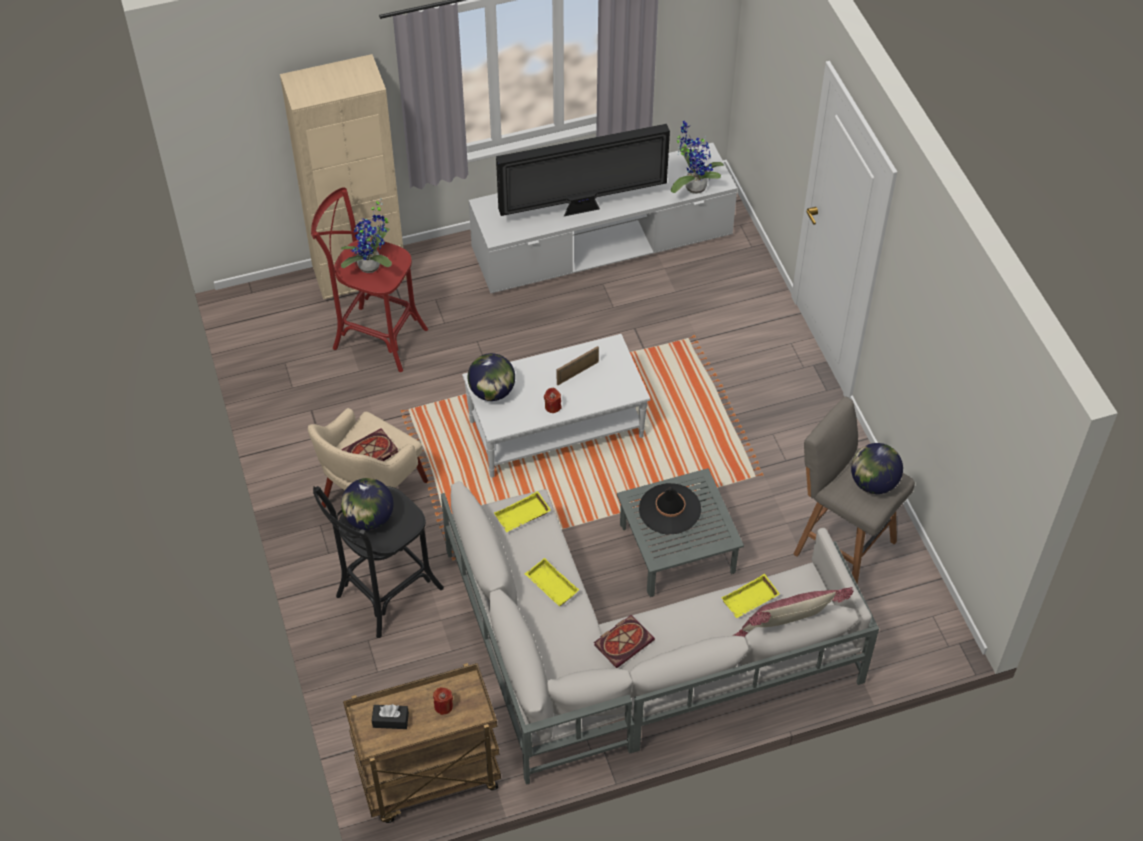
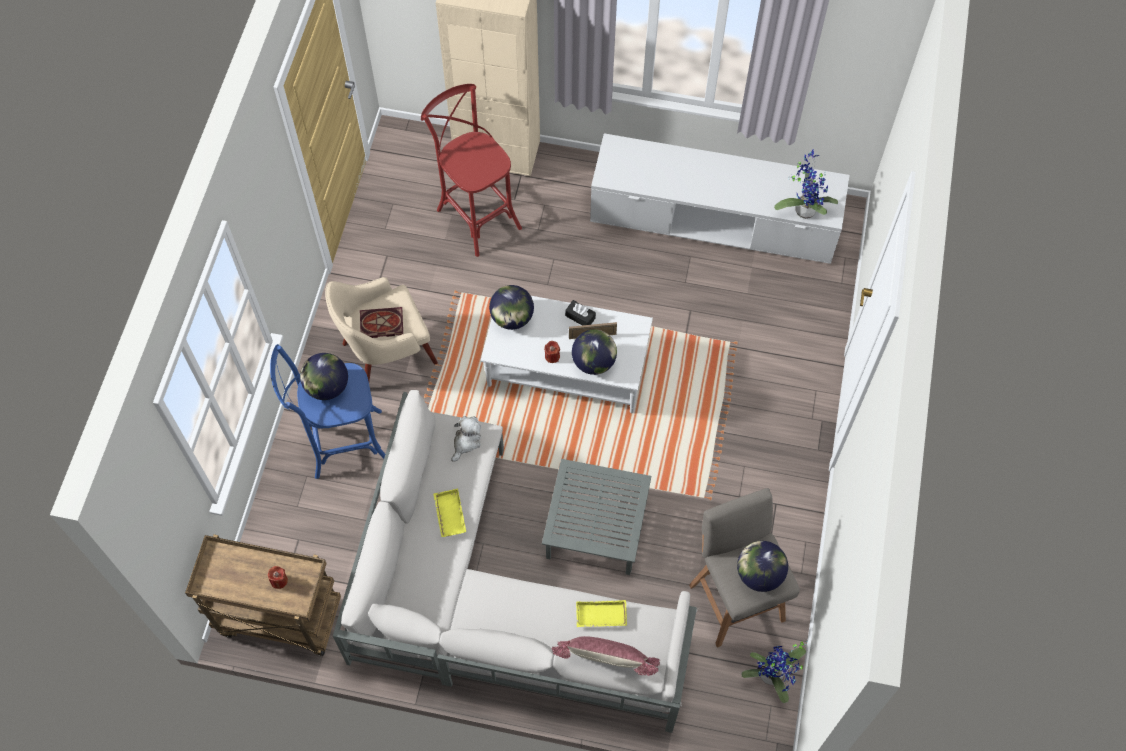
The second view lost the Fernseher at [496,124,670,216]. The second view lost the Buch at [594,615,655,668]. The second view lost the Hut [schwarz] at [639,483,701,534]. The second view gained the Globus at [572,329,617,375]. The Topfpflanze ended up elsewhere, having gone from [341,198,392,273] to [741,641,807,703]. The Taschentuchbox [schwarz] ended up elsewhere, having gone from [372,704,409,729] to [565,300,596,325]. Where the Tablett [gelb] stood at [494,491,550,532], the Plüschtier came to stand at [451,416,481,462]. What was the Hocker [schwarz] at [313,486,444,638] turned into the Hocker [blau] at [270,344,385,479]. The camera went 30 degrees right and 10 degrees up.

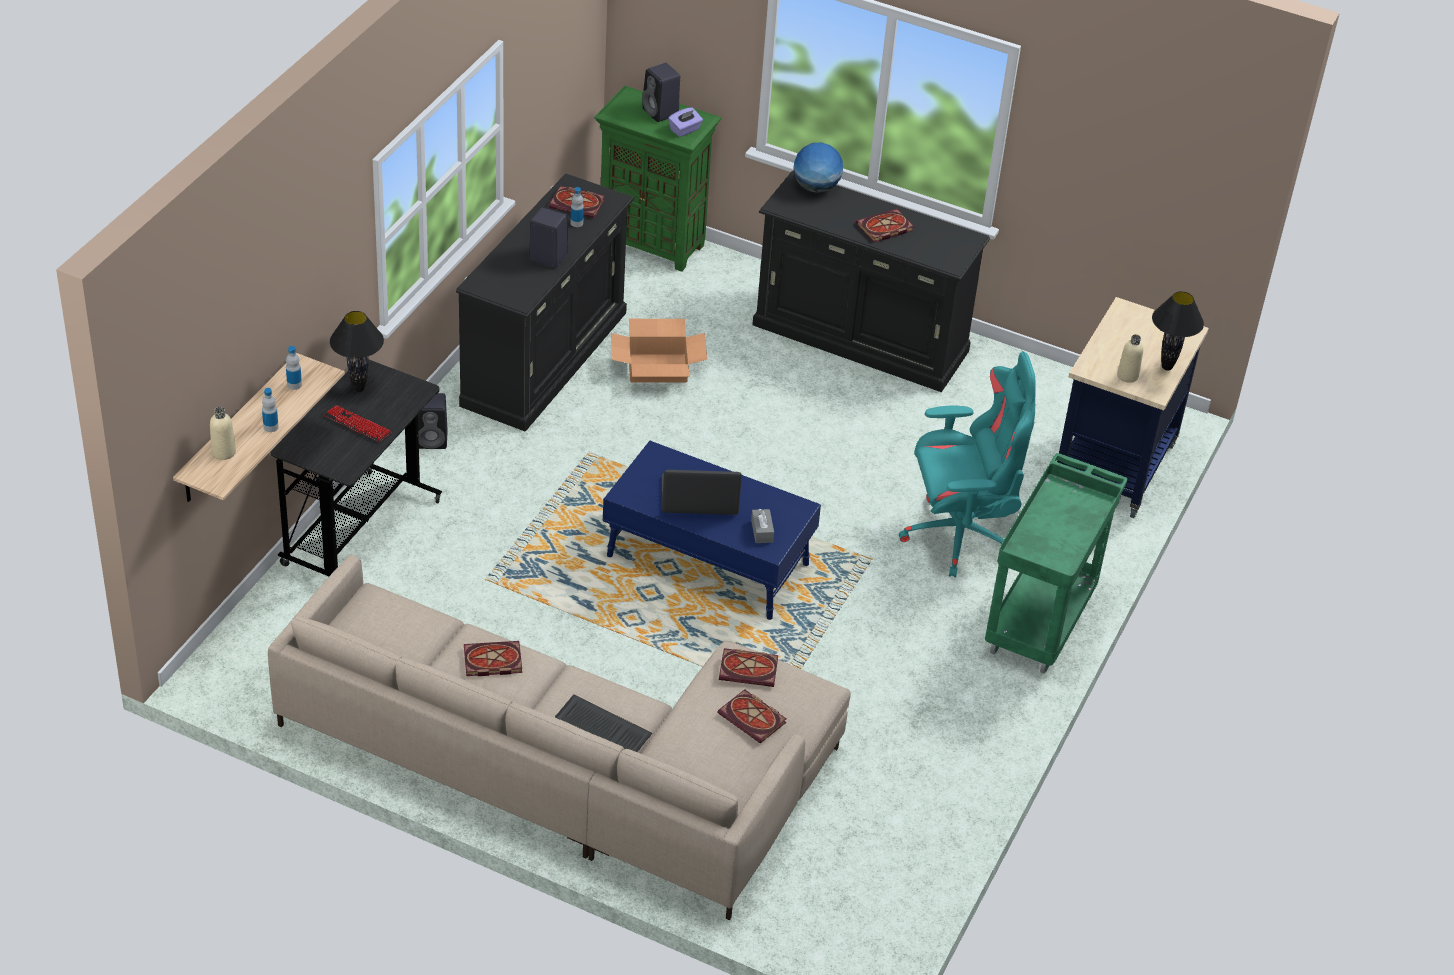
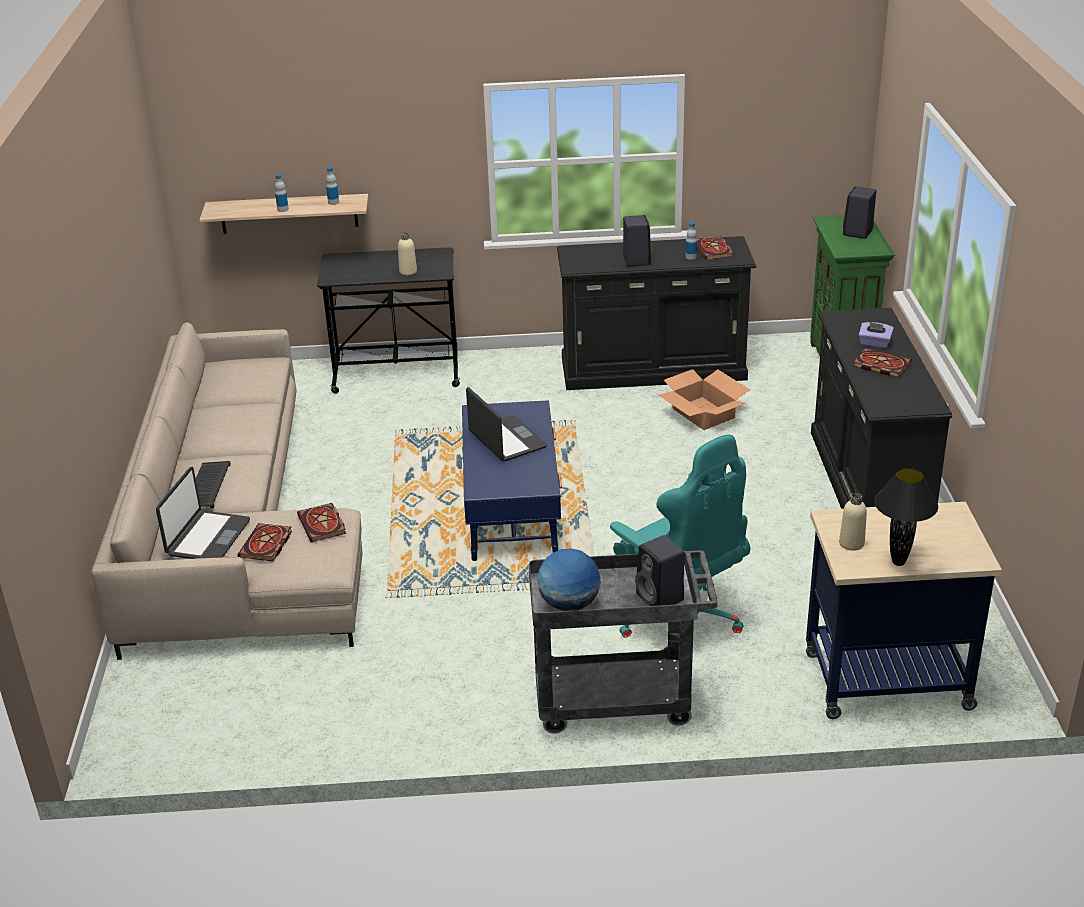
The second view lost the Tastatur at [324,405,392,442]. The second view lost the Tischlampe [schwarz] at [330,311,384,392]. The second view lost the Buch at [464,641,522,676]. The second view lost the Taschentuchbox [grau] at [751,509,774,543]. The second view gained the Laptop at [156,467,250,559]. The Flasche [beige] ended up elsewhere, having gone from [210,407,236,460] to [398,232,417,275]. The Lautsprecher [schwarz] ended up elsewhere, having gone from [418,393,448,449] to [635,535,684,606]. The Taschentuchbox [lila] ended up elsewhere, having gone from [668,107,703,137] to [859,322,894,348]. The Globus ended up elsewhere, having gone from [793,142,843,193] to [537,549,601,611]. What was the Rollwagen [grün] at [985,453,1127,674] turned into the Rollwagen [grau] at [529,550,717,734]. The camera went 65 degrees right and 10 degrees down.

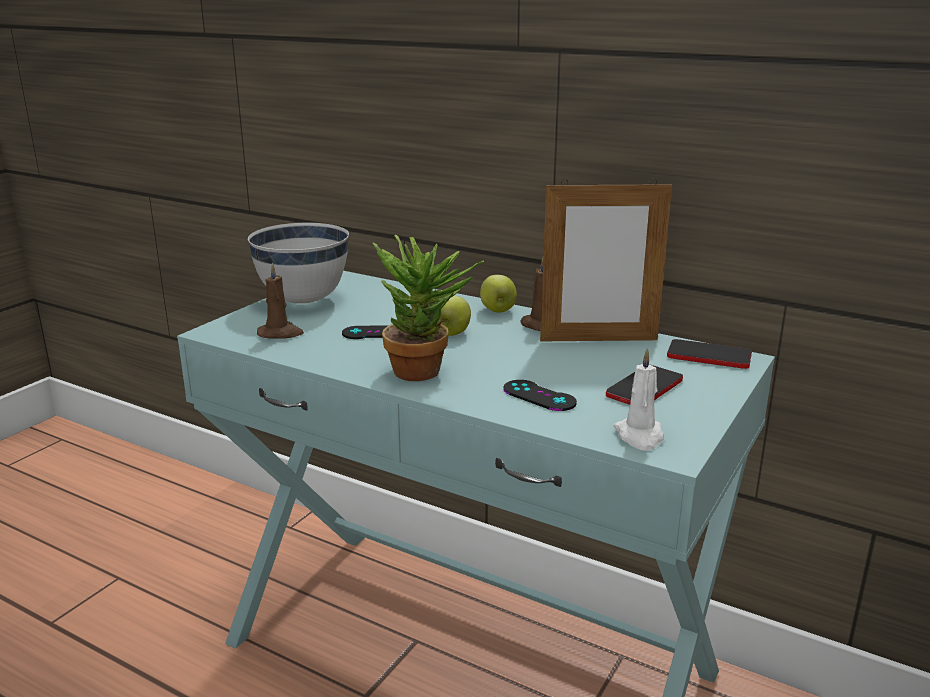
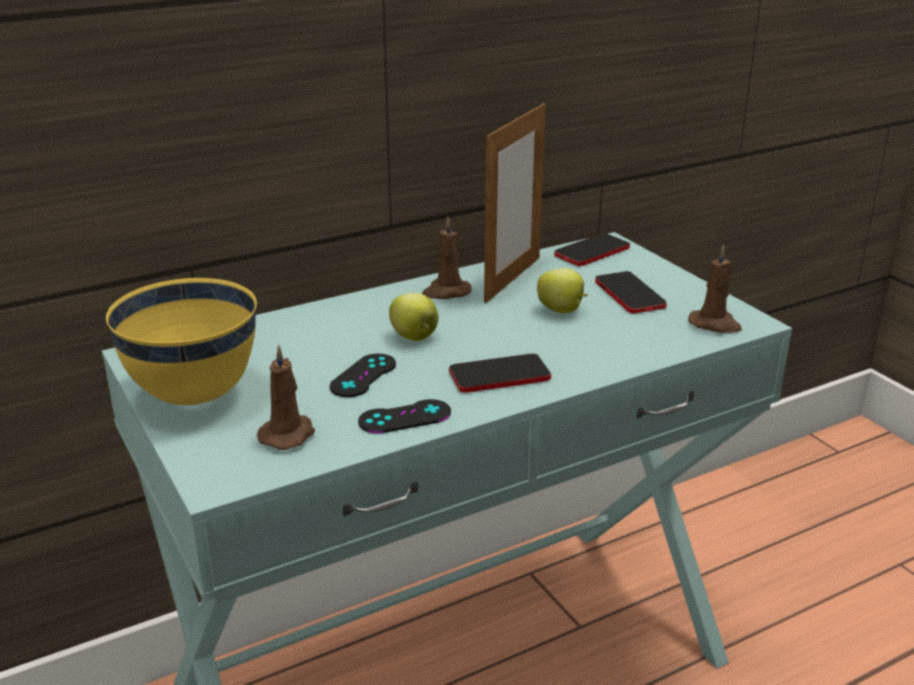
The Apfel ended up elsewhere, having gone from [480,275,517,313] to [537,268,588,313]. The Gamepad [schwarz] ended up elsewhere, having gone from [503,380,577,411] to [358,399,451,434]. Where the Topfpflanze stood at [372,235,484,381], the Handy came to stand at [449,354,551,393]. What was the Schüssel [weiß] at [248,223,349,304] turned into the Schüssel [gelb] at [106,278,257,405]. What was the Kerze [weiß] at [614,348,664,451] turned into the Kerze [braun] at [688,245,742,333]. The camera went 60 degrees left and 5 degrees up.

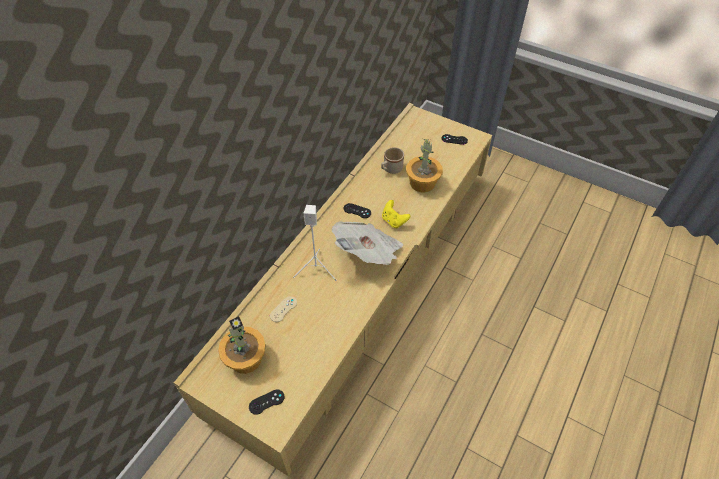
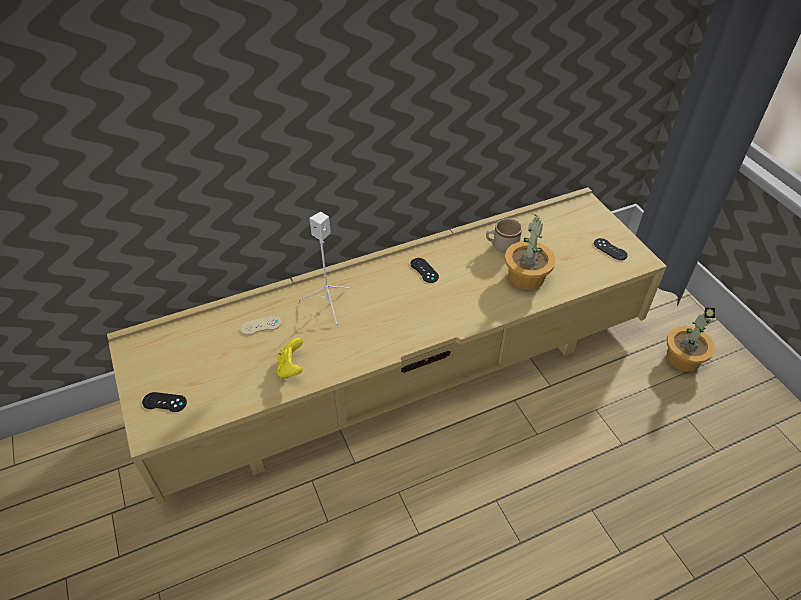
The second view lost the Zeitung at [331,222,403,265]. The Topfpflanze ended up elsewhere, having gone from [218,316,266,374] to [667,307,715,372]. The Gamepad [gelb] ended up elsewhere, having gone from [382,200,410,228] to [277,338,303,379]. The camera went 35 degrees right and 5 degrees down.

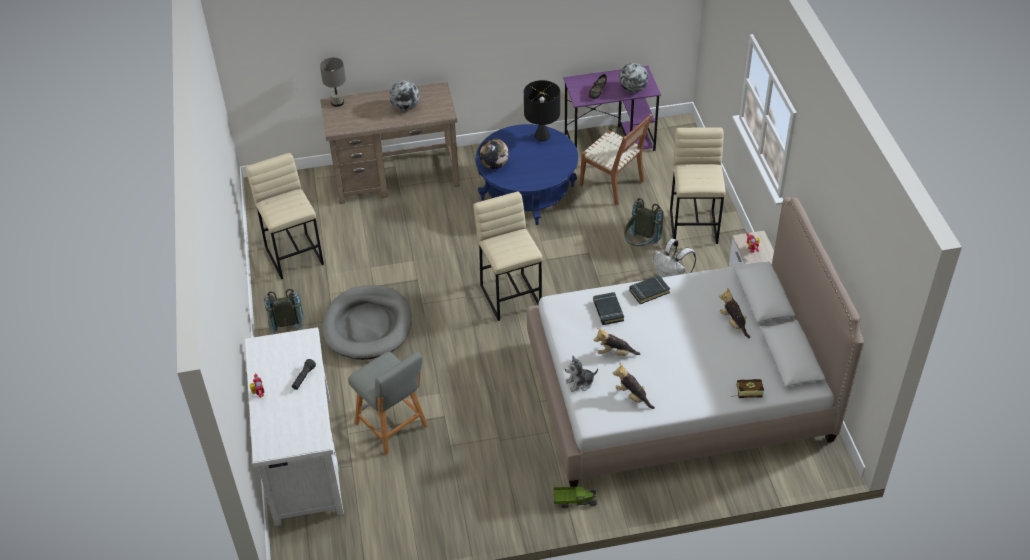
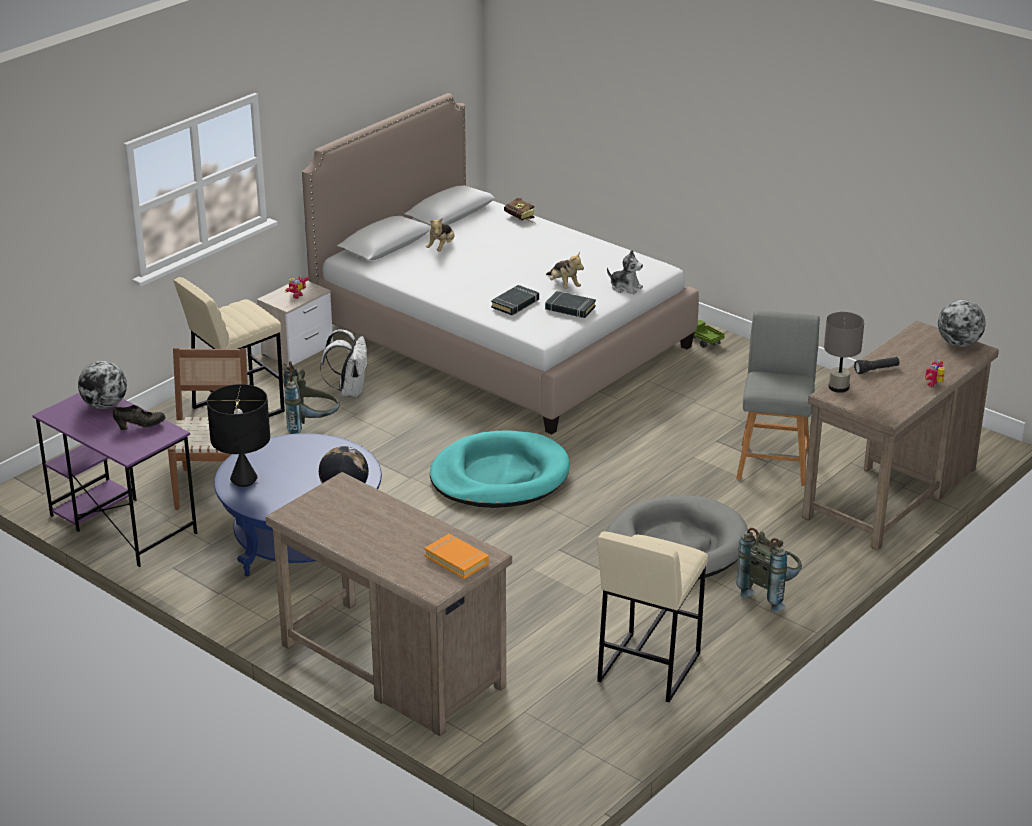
The second view lost the Plüschtier at [613,363,655,409]. The second view gained the Buch [orange] at [424,534,489,579]. The Tischlampe [grau] ended up elsewhere, having gone from [320,57,346,107] to [824,312,864,393]. The Globus ended up elsewhere, having gone from [389,80,420,111] to [938,300,986,347]. The Buch [schwarz] ended up elsewhere, having gone from [629,275,670,304] to [545,291,596,318]. Where the Hocker [beige] stood at [473,192,543,321], the Hundebett [türkis] came to stand at [430,430,570,508]. What was the Schreibtisch [weiß] at [245,327,344,526] turned into the Schreibtisch [braun] at [802,320,999,550]. The camera went 130 degrees left and 15 degrees down.

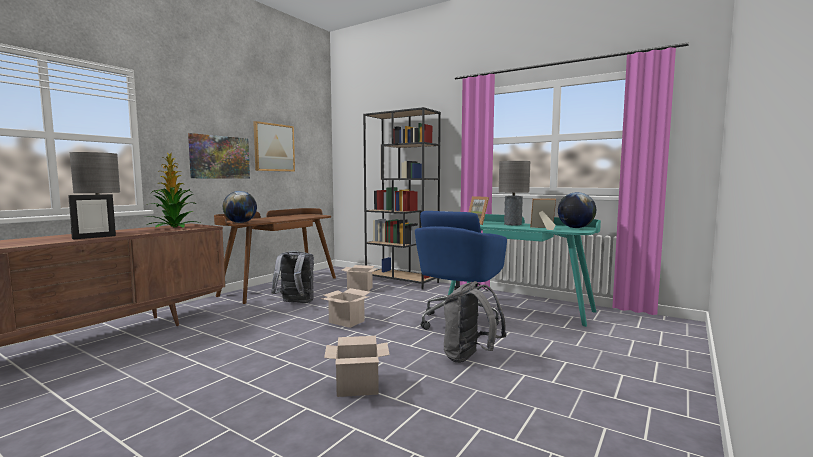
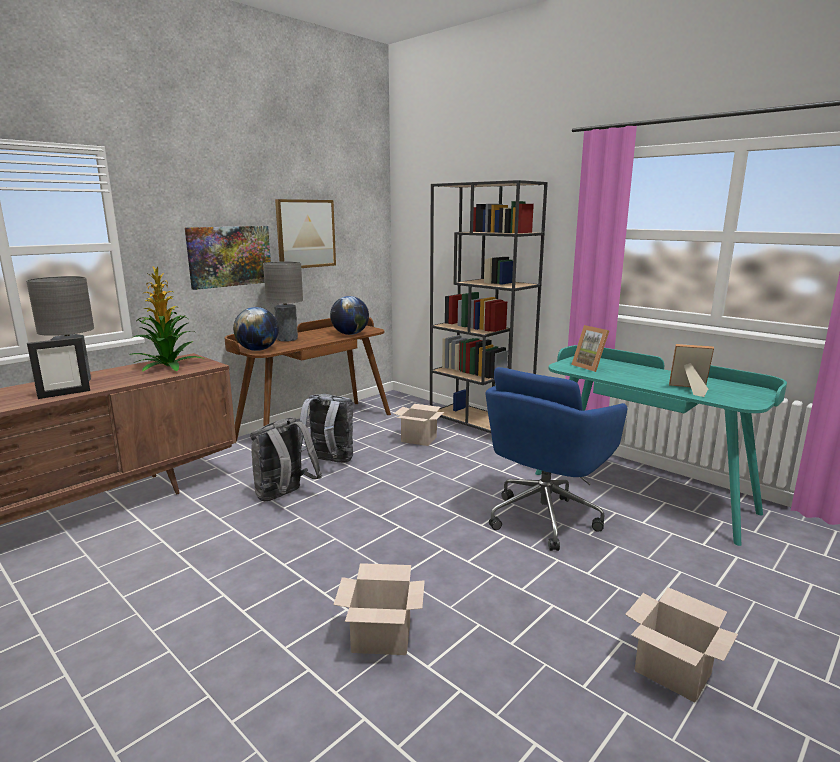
The Karton ended up elsewhere, having gone from [322,288,370,328] to [625,587,738,703]. The Rucksack [grau] ended up elsewhere, having gone from [443,281,507,363] to [250,417,322,501]. The Tischlampe [grau] ended up elsewhere, having gone from [499,161,530,226] to [263,262,303,342]. The Globus ended up elsewhere, having gone from [558,192,596,228] to [330,296,369,335]. The camera went 10 degrees right and 10 degrees up.

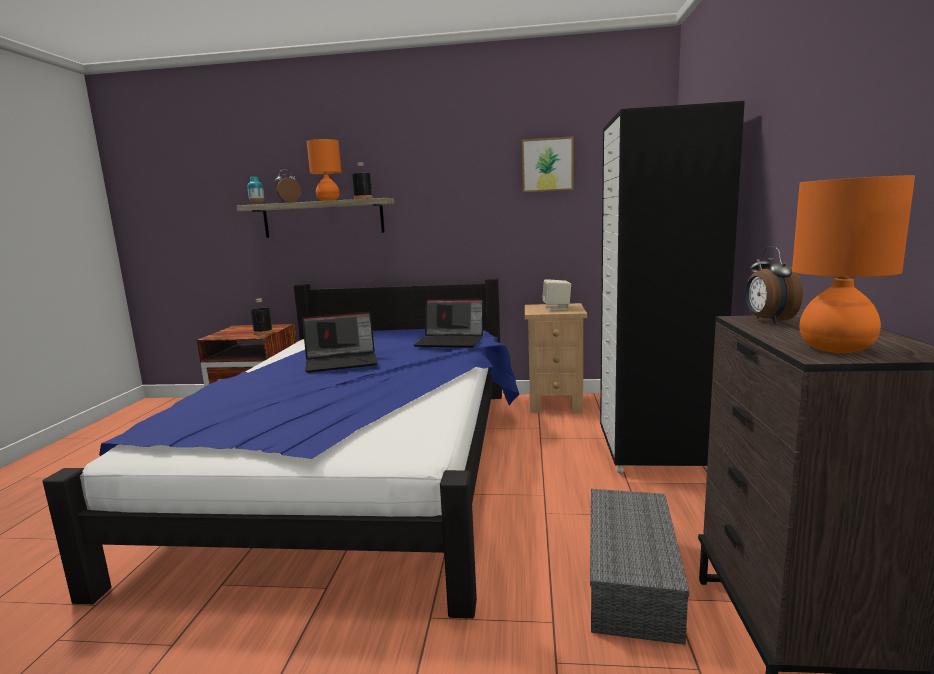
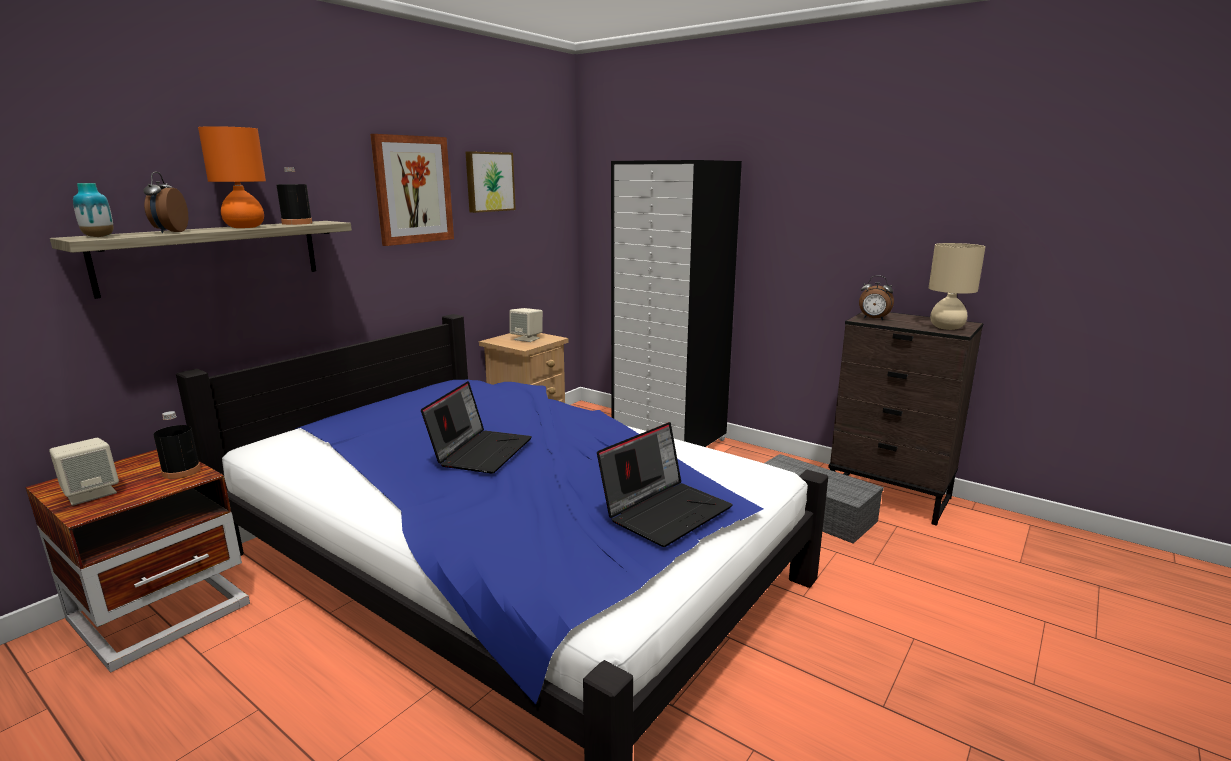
The second view gained the Lautsprecher [beige] at [49,438,119,506]. The second view gained the Bild at [370,134,454,246]. The Laptop ended up elsewhere, having gone from [414,299,483,348] to [597,422,733,547]. What was the Tischlampe [orange] at [792,175,915,353] turned into the Tischlampe [beige] at [929,243,985,330]. The camera went 60 degrees left and 5 degrees up.

